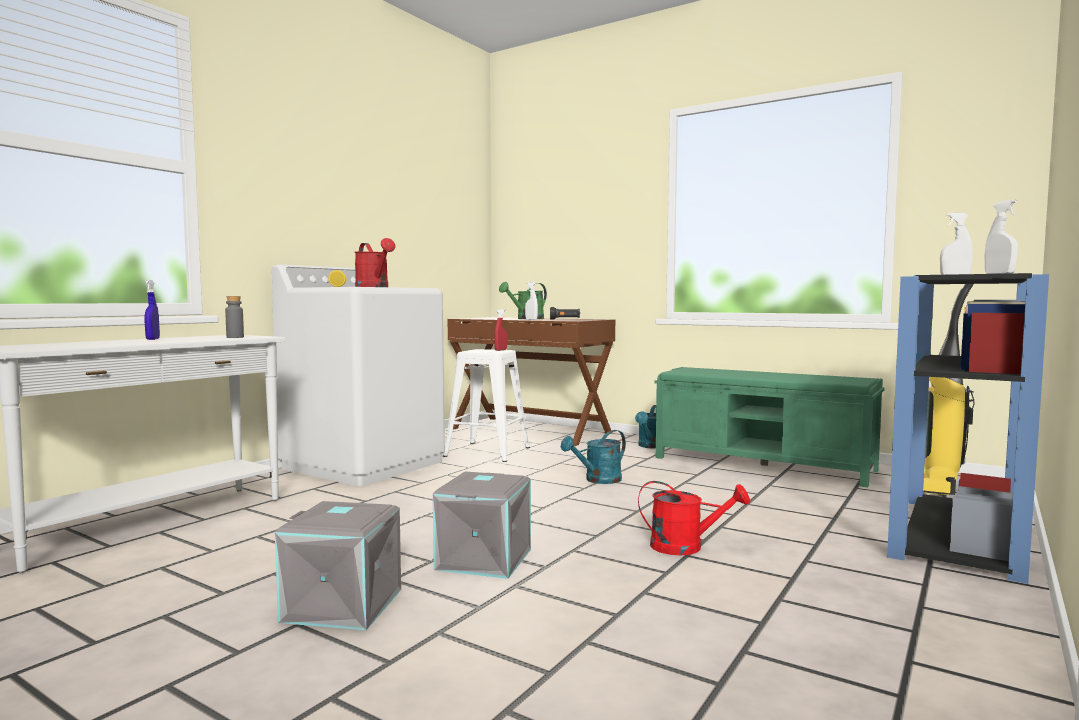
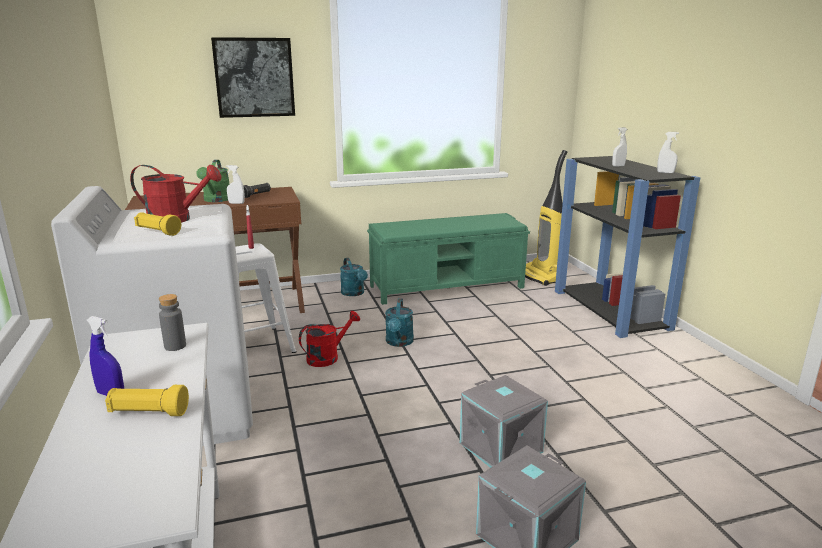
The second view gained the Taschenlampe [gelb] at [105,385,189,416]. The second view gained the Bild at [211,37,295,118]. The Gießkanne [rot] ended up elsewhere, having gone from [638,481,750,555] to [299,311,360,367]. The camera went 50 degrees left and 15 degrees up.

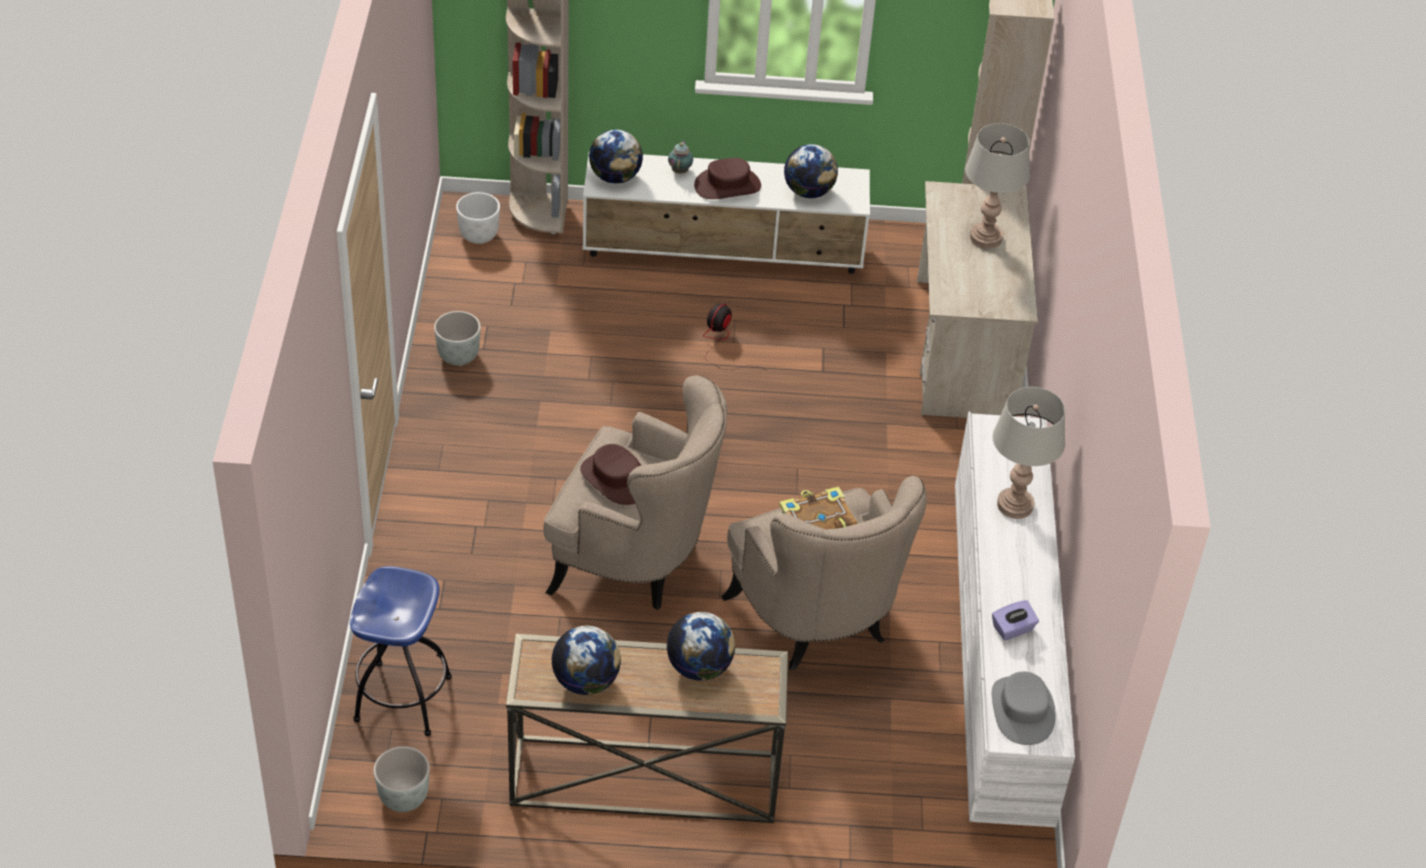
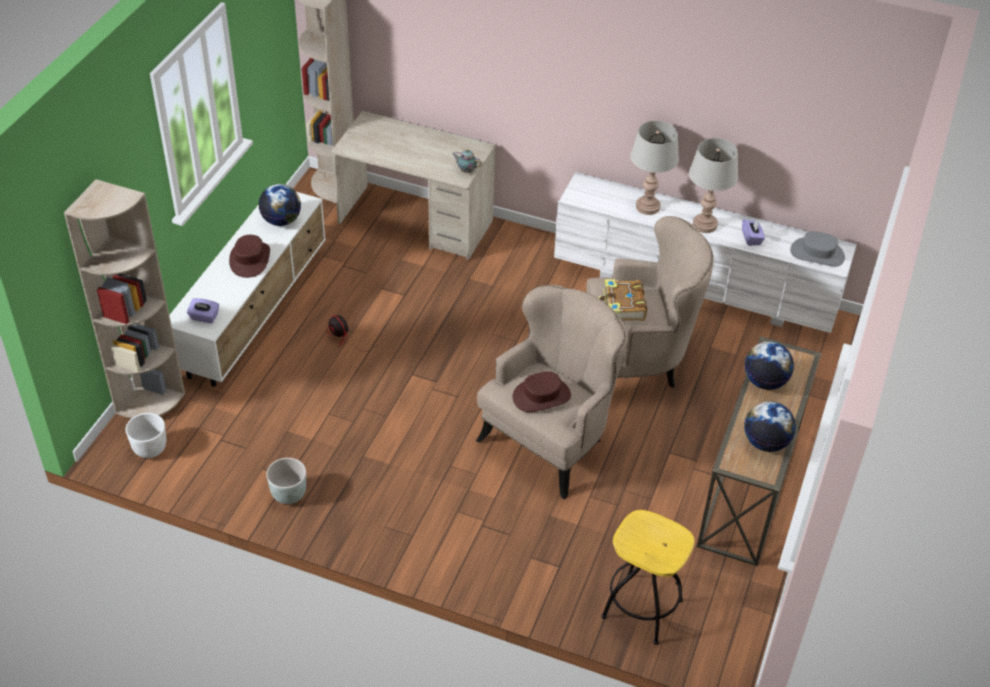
The second view lost the Pflanzkübel [grau] at [374,746,430,812]. The Teekanne ended up elsewhere, having gone from [668,140,693,174] to [452,149,481,173]. The Tischlampe [grau] ended up elsewhere, having gone from [965,123,1030,249] to [689,138,738,233]. Where the Globus stood at [589,129,643,184], the Taschentuchbox [lila] came to stand at [187,298,219,323]. What was the Hocker [blau] at [350,566,452,736] turned into the Hocker [gelb] at [601,510,695,645]. The camera went 70 degrees left and 0 degrees up.

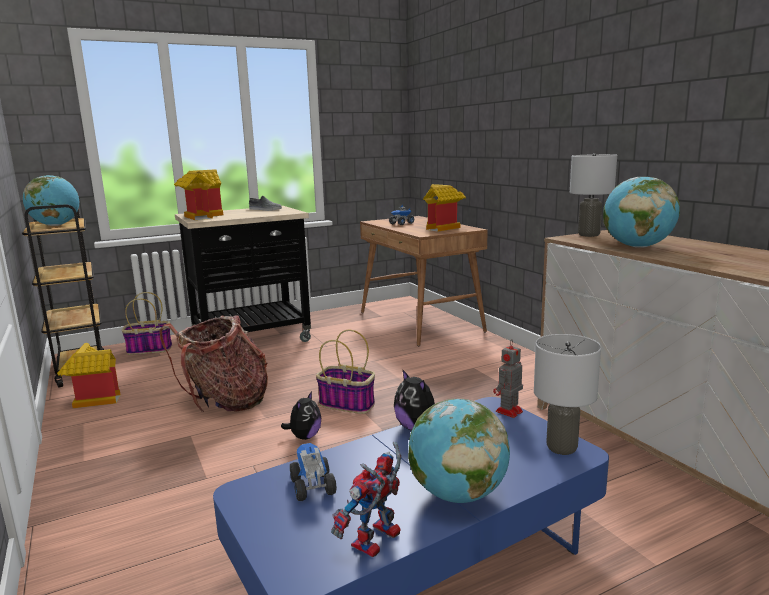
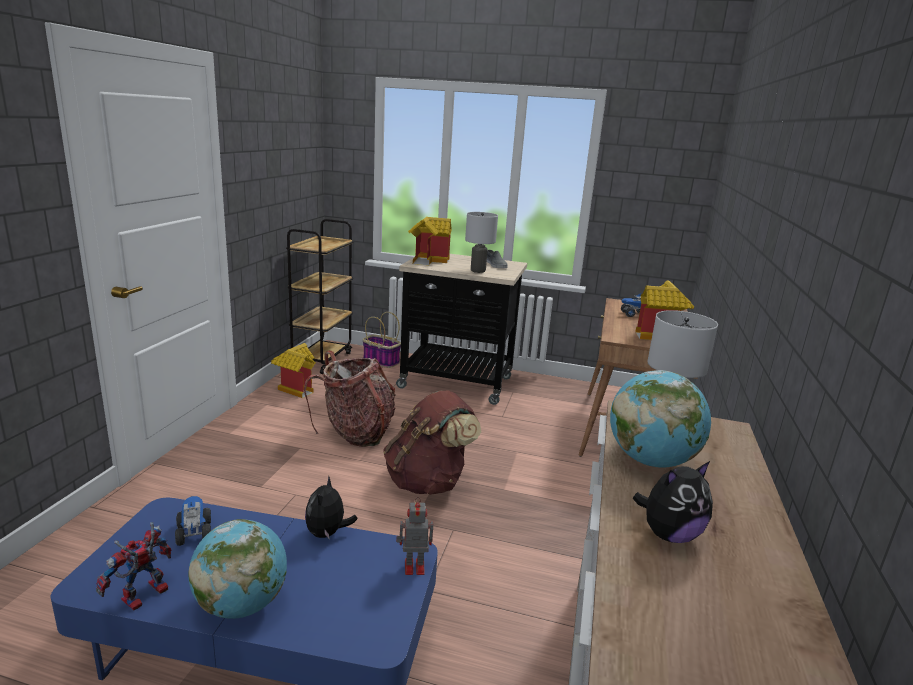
The second view lost the Globus at [22,175,79,226]. The Plüschtier ended up elsewhere, having gone from [281,391,321,440] to [633,461,713,543]. The Tischlampe [weiß] ended up elsewhere, having gone from [534,334,601,455] to [465,212,498,273]. Where the Korb stood at [316,330,375,414], the Rucksack [braun] came to stand at [383,390,481,495]. The Spielzeuglaster at [290,443,337,501] ended up facing another way, 45 degrees counterclockwise from before. The Spielzeugroboter at [331,442,401,557] ended up facing another way, 45 degrees counterclockwise from before. The camera went 40 degrees right and 5 degrees up.

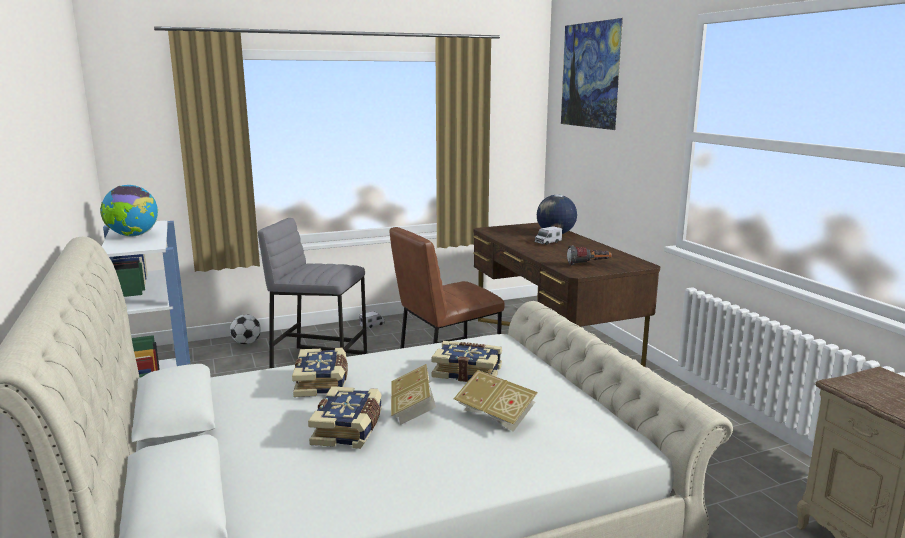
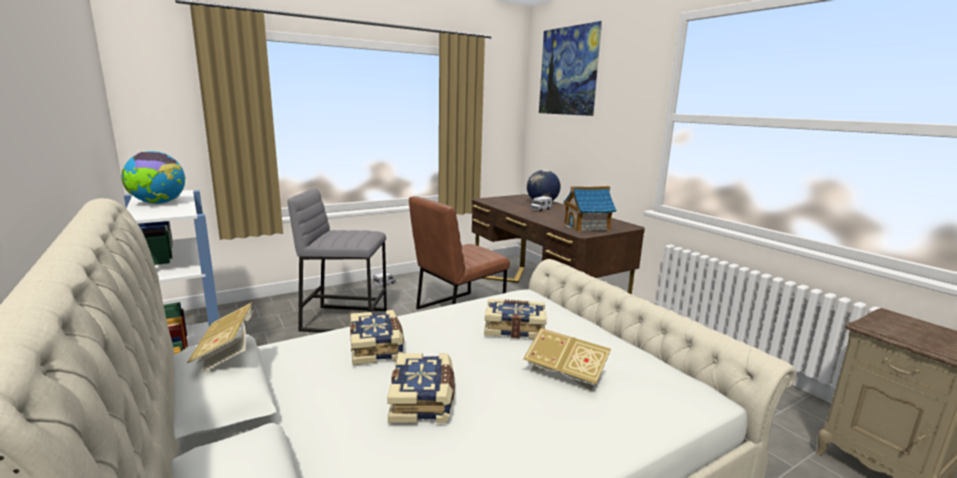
The second view lost the Fußball at [230,314,261,344]. The Buch ended up elsewhere, having gone from [391,364,436,425] to [187,302,254,372]. Where the Taschenlampe stood at [567,245,612,265], the Spielzeughaus came to stand at [563,186,616,232]. The camera went 10 degrees left and 0 degrees up.

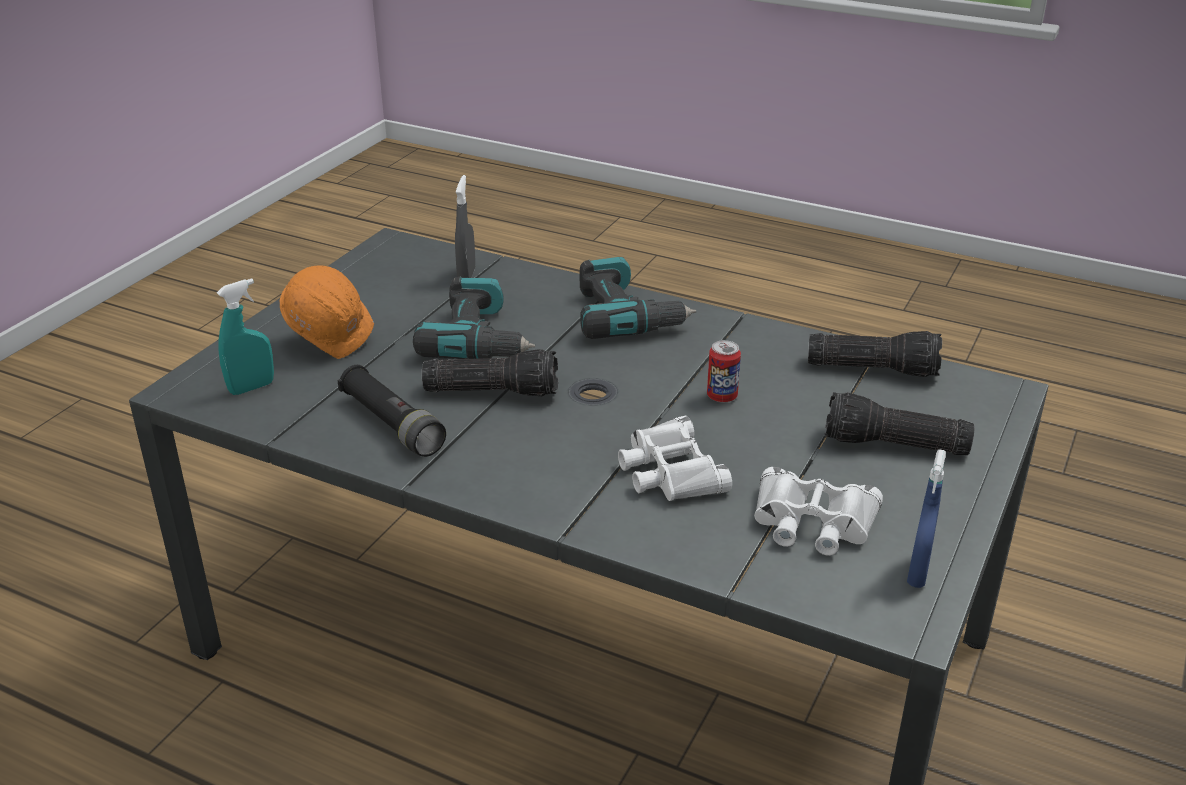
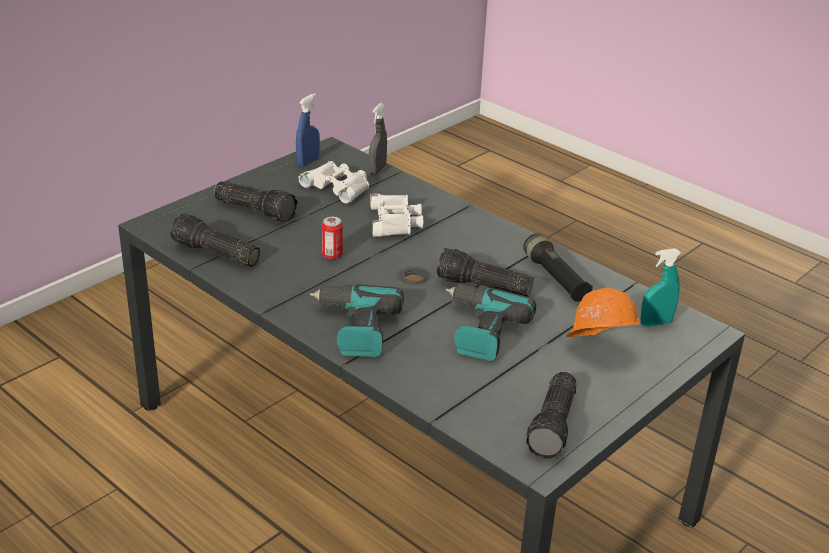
The second view gained the Taschenlampe at [526,372,577,459]. The Sprühflasche [grau] ended up elsewhere, having gone from [455,175,475,278] to [369,103,387,175]. The camera went 165 degrees left and 0 degrees up.

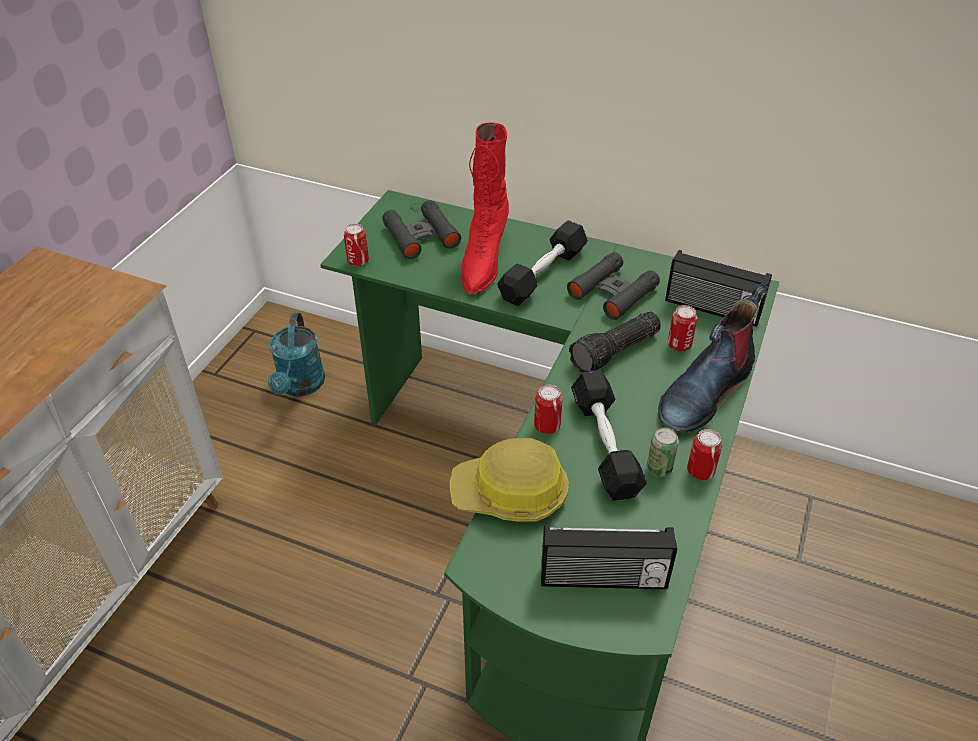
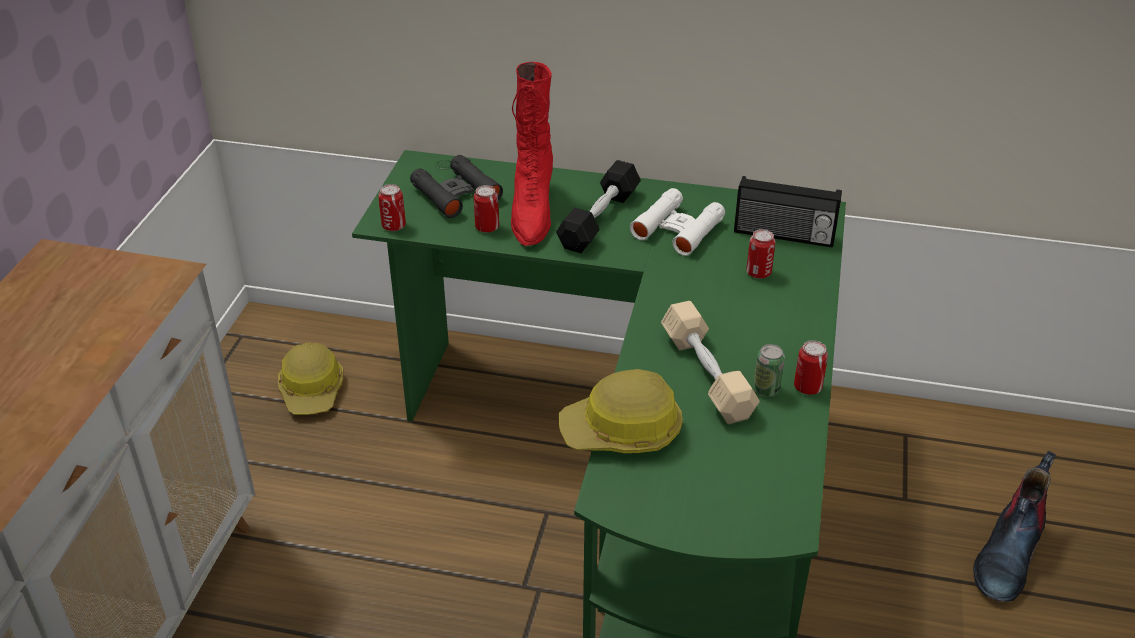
The second view lost the Radio at [541,524,677,589]. The second view lost the Taschenlampe at [569,311,661,373]. The Dose ended up elsewhere, having gone from [534,384,563,434] to [474,185,499,233]. The Stiefel ended up elsewhere, having gone from [658,283,769,432] to [973,451,1056,602]. Where the Gießkanne [türkis] stood at [268,313,325,397], the Schutzhelm came to stand at [278,342,343,415]. What was the Fernglas [schwarz] at [567,252,660,320] turned into the Fernglas [weiß] at [630,188,725,256]. What was the Hantel [schwarz] at [571,370,647,501] turned into the Hantel [beige] at [661,301,760,424]. The camera went 10 degrees left and 5 degrees down.

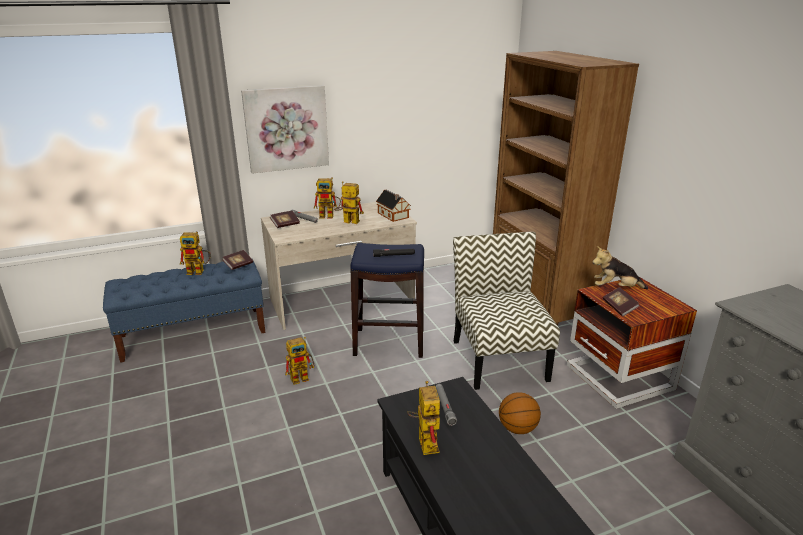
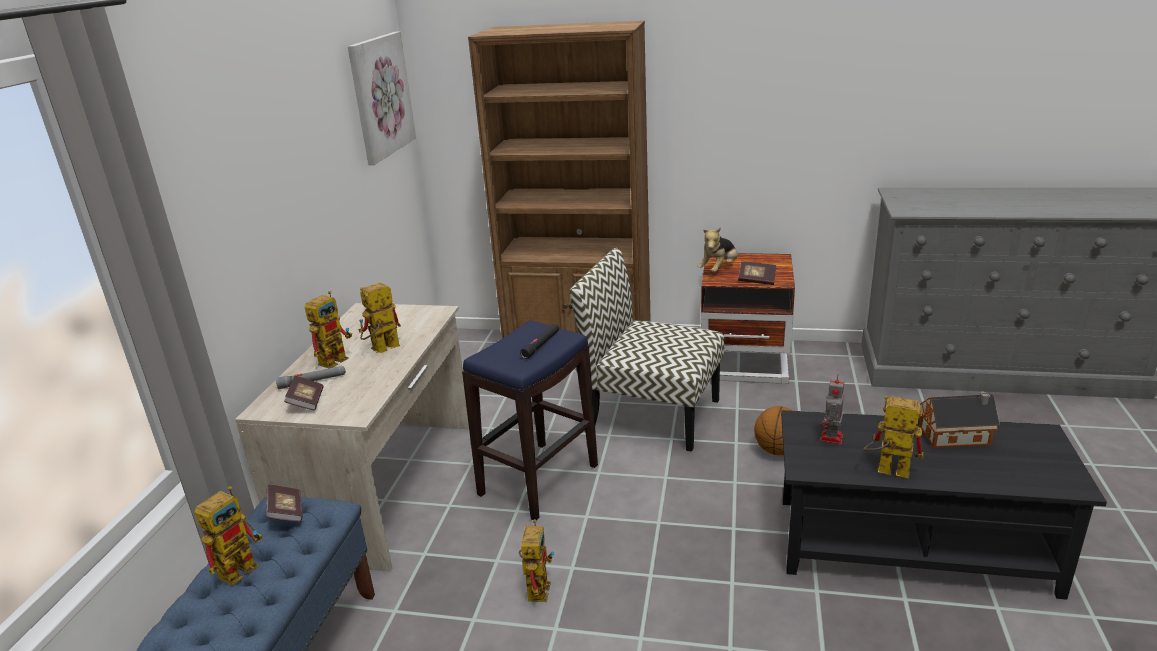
The Bild ended up elsewhere, having gone from [241,85,329,174] to [347,31,416,165]. The Spielzeughaus ended up elsewhere, having gone from [376,190,411,222] to [919,392,1000,448]. Where the Taschenlampe [grau] stood at [435,384,457,426], the Spielzeugroboter came to stand at [820,375,845,445]. The camera went 55 degrees left and 0 degrees up.

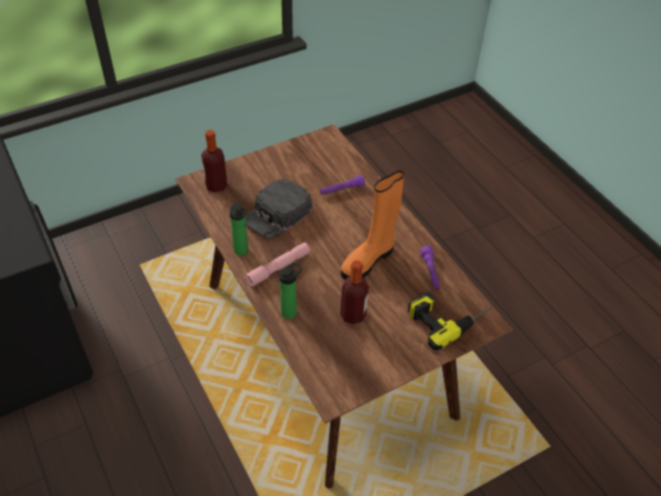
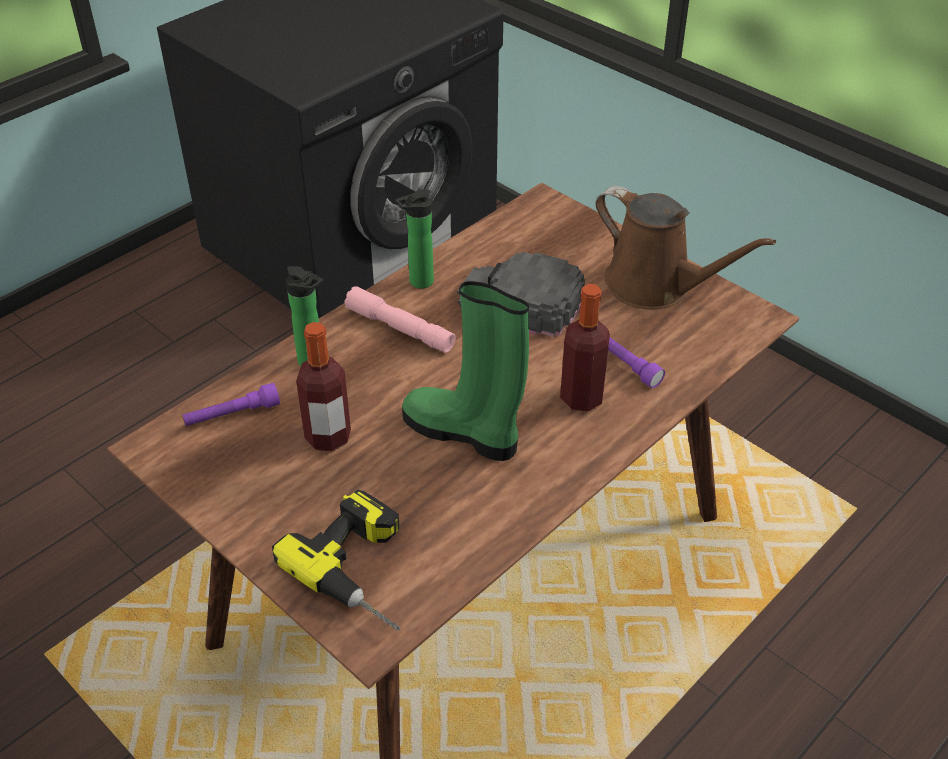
The second view gained the Gießkanne [braun] at [595,186,776,310]. The Flasche ended up elsewhere, having gone from [201,130,228,193] to [560,284,610,412]. The Taschenlampe [lila] ended up elsewhere, having gone from [420,246,441,290] to [182,383,280,426]. What was the Stiefel [orange] at [341,171,404,280] turned into the Stiefel [grün] at [402,281,529,461]. The camera went 75 degrees right and 5 degrees down.

